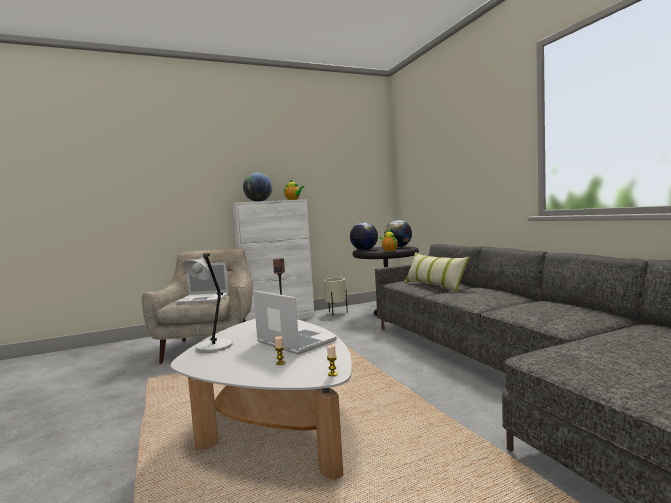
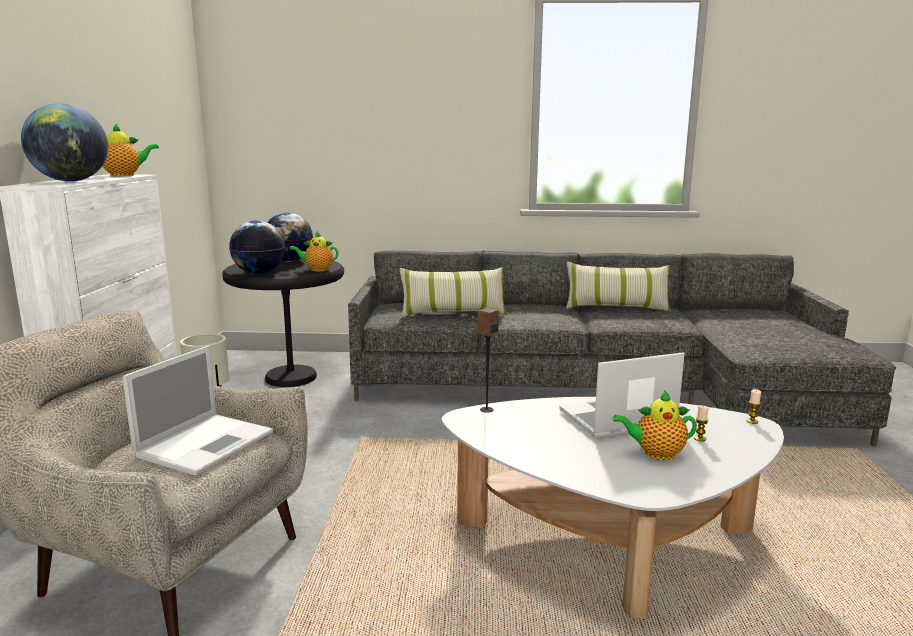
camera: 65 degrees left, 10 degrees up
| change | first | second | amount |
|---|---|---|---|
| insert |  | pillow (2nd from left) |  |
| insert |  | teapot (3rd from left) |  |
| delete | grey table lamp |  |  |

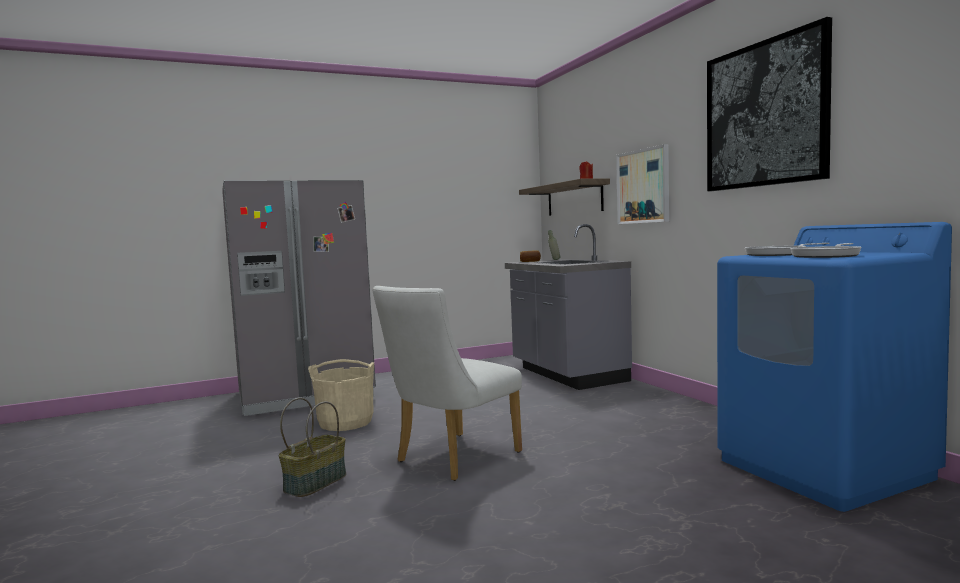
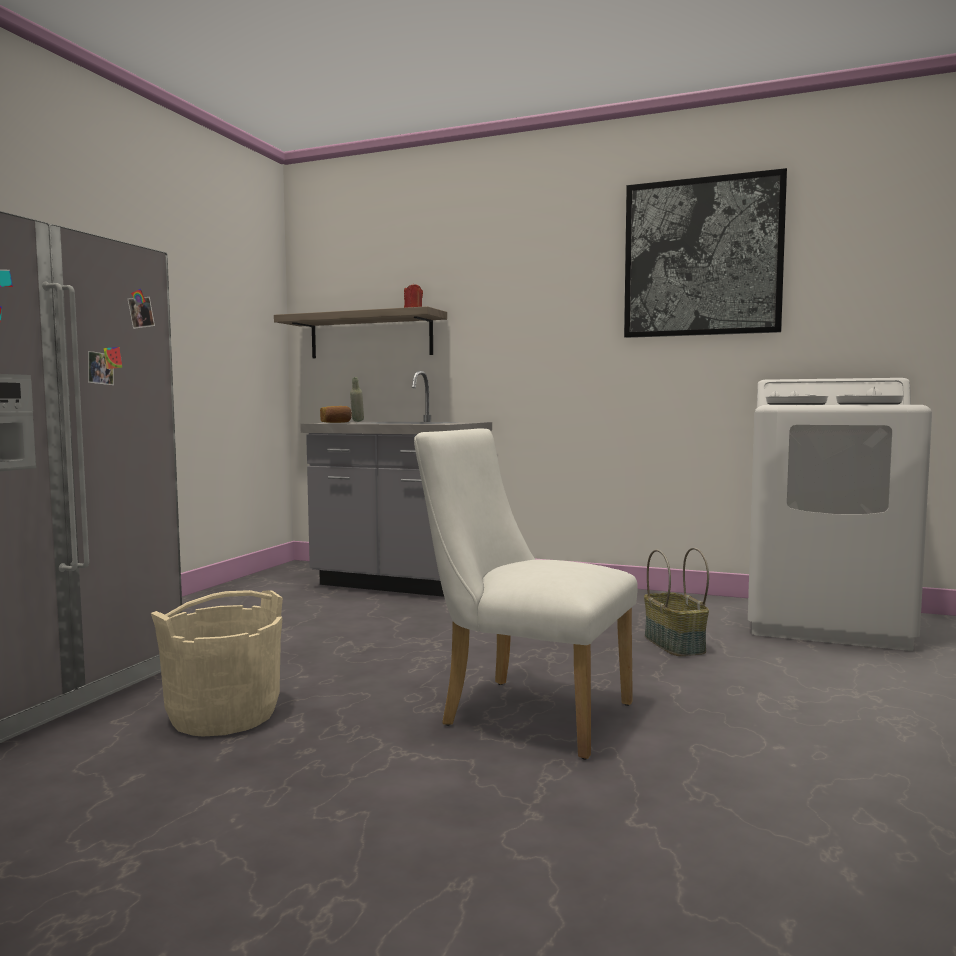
camera: 45 degrees left, 0 degrees up
| change | first | second | amount |
|---|---|---|---|
| rotate | white chair |  | 120 degrees clockwise |
| move | basket |  |  |
| recolor | blue washing machine | white washing machine |  |
| delete | picture (1st from left) |  |  |

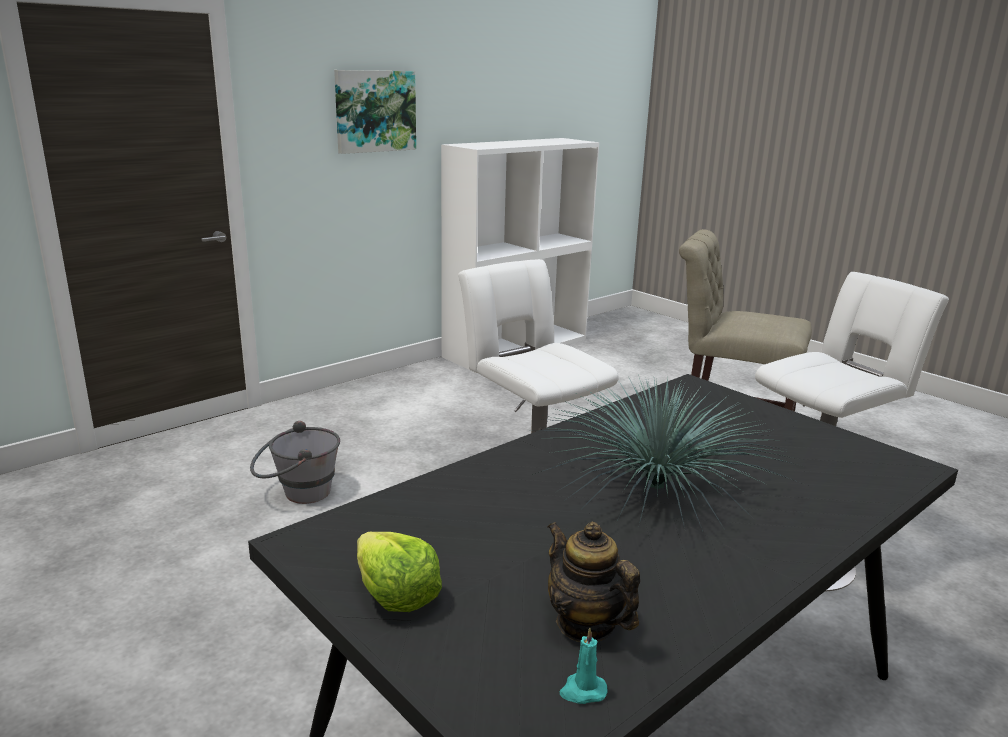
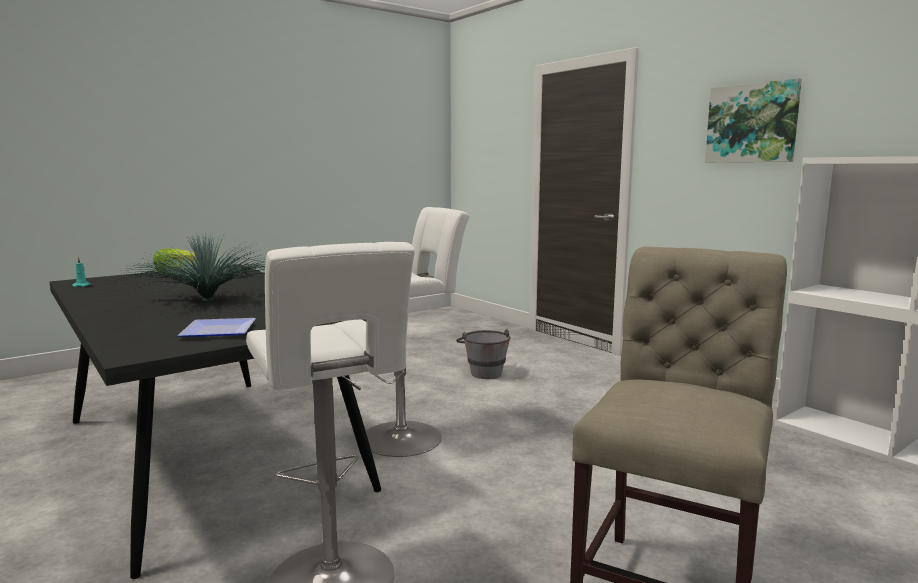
camera: 95 degrees right, 10 degrees down
| change | first | second | amount |
|---|---|---|---|
| insert |  | plate |  |
| delete | teapot |  |  |

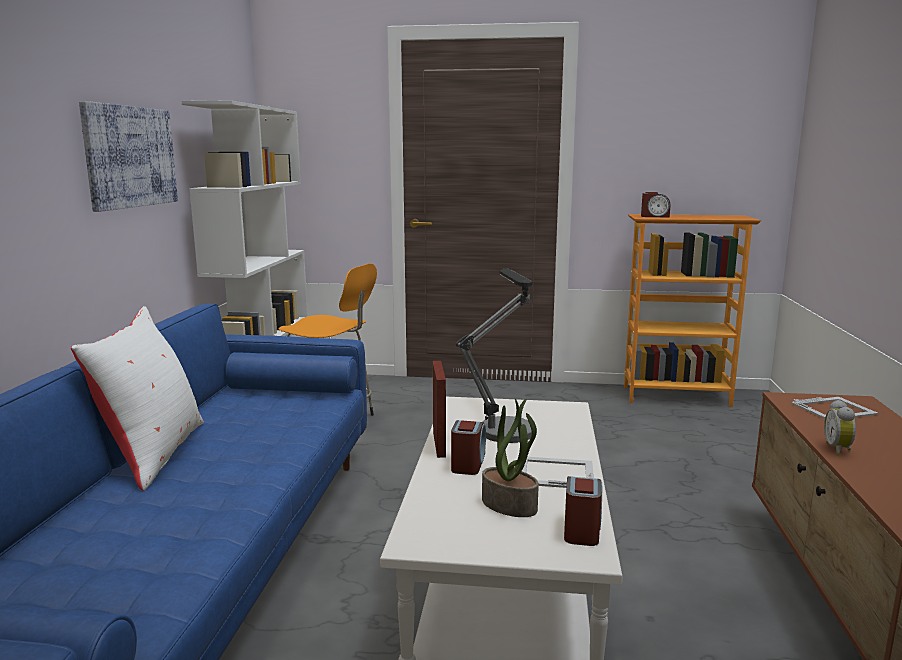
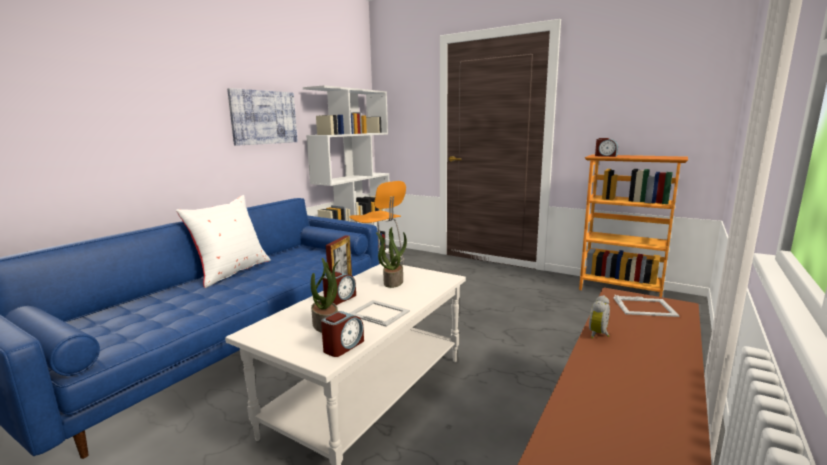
camera: 25 degrees right, 0 degrees up
| change | first | second | amount |
|---|---|---|---|
| replace | table lamp | potted plant (2nd from left) |  |

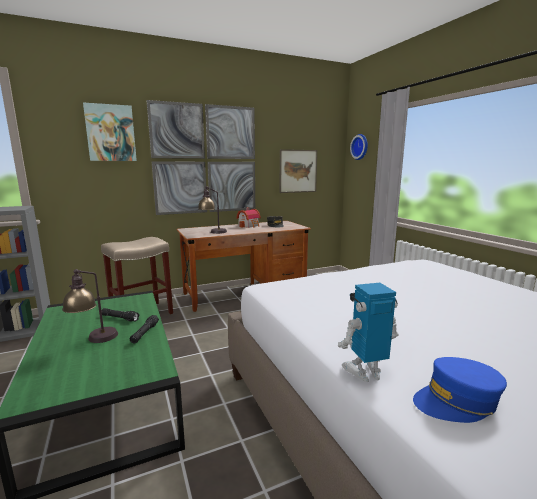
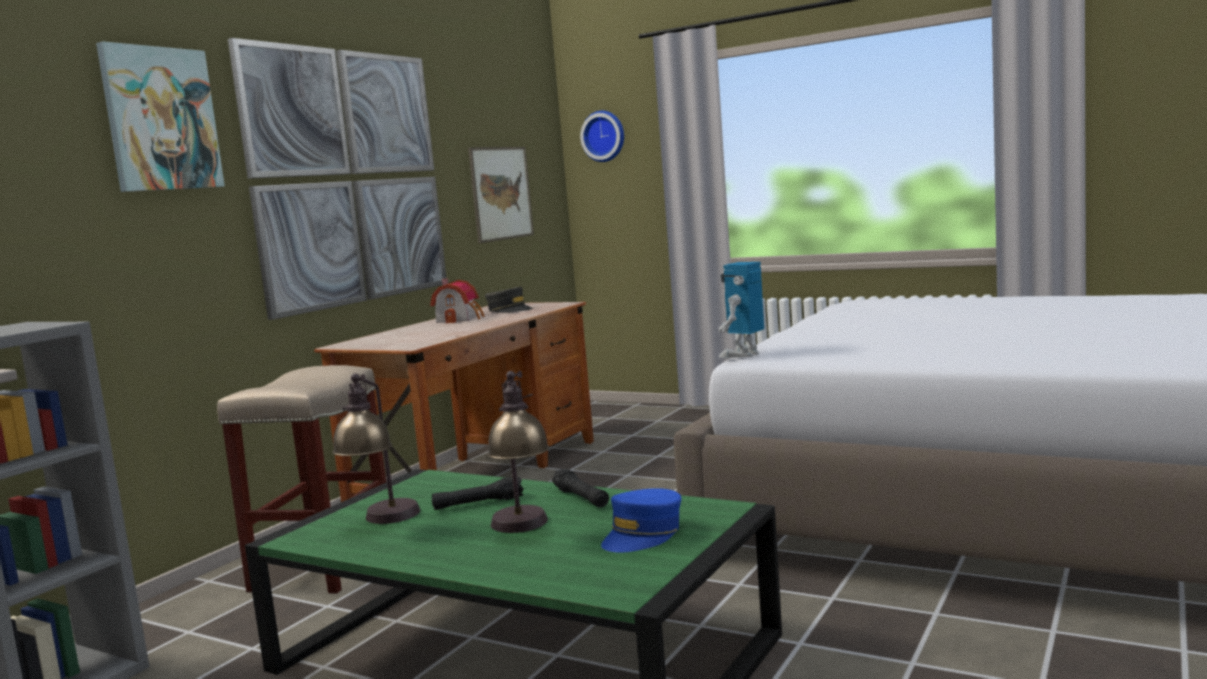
camera: 35 degrees left, 5 degrees down
| change | first | second | amount |
|---|---|---|---|
| move | table lamp (2nd from left in the first image) | table lamp (1st from left) |  |
| move | blue cap |  |  |
| move | toy robot |  |  |

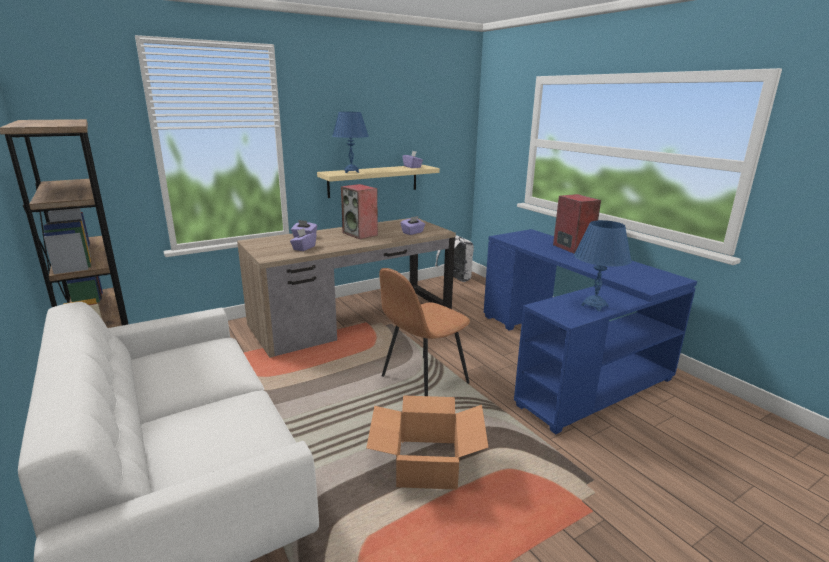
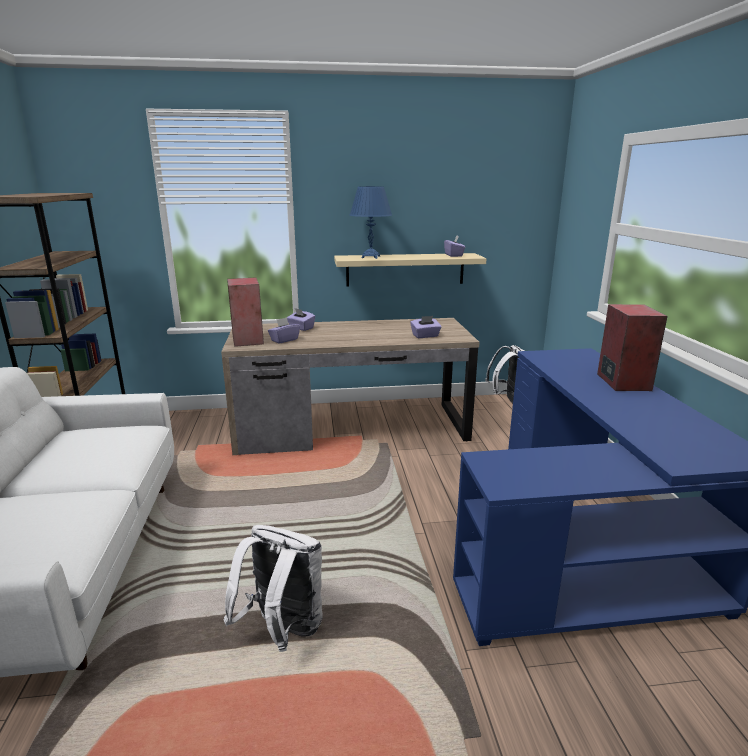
camera: 25 degrees right, 0 degrees up
| change | first | second | amount |
|---|---|---|---|
| replace | cardboard box | white backpack (1st from left) |  |
| move | speaker (1st from left) |  |  |
| delete | brown chair |  |  |
| delete | blue table lamp (2nd from left) |  |  |

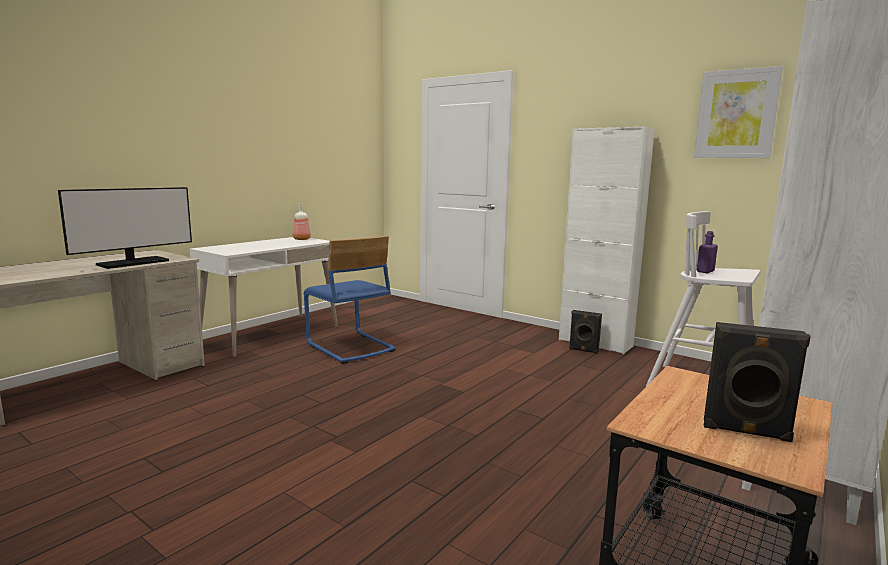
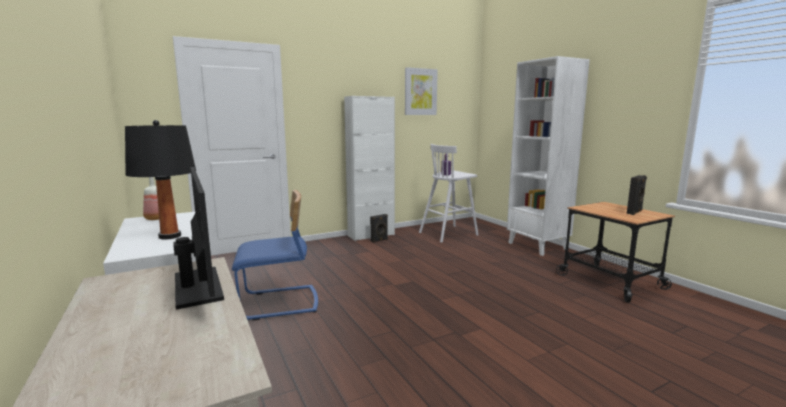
camera: 65 degrees left, 0 degrees up
| change | first | second | amount |
|---|---|---|---|
| insert |  | black table lamp |  |

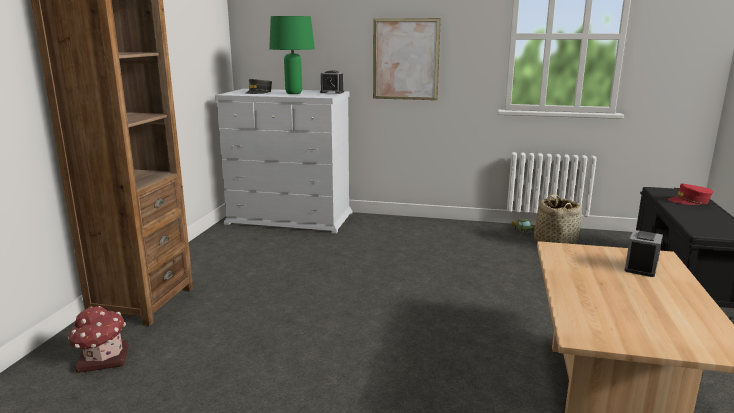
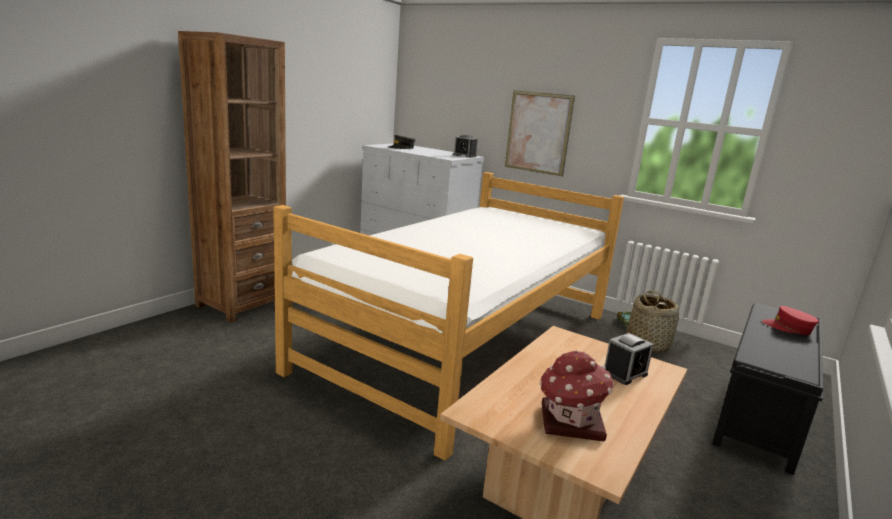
camera: 20 degrees right, 0 degrees up
| change | first | second | amount |
|---|---|---|---|
| insert |  | bed |  |
| move | toy house |  |  |
| delete | green table lamp |  |  |

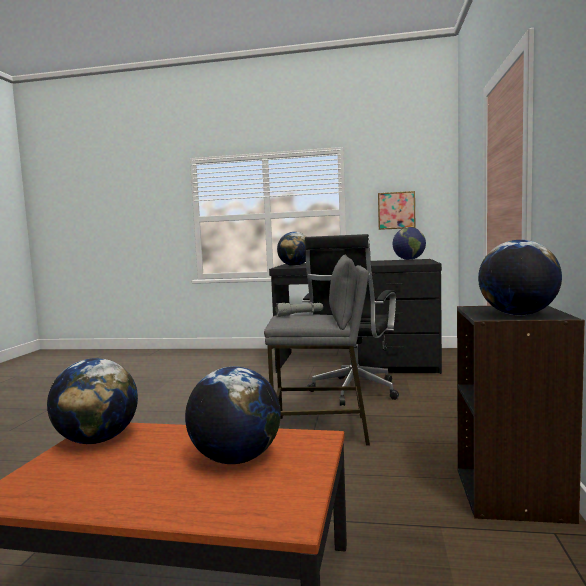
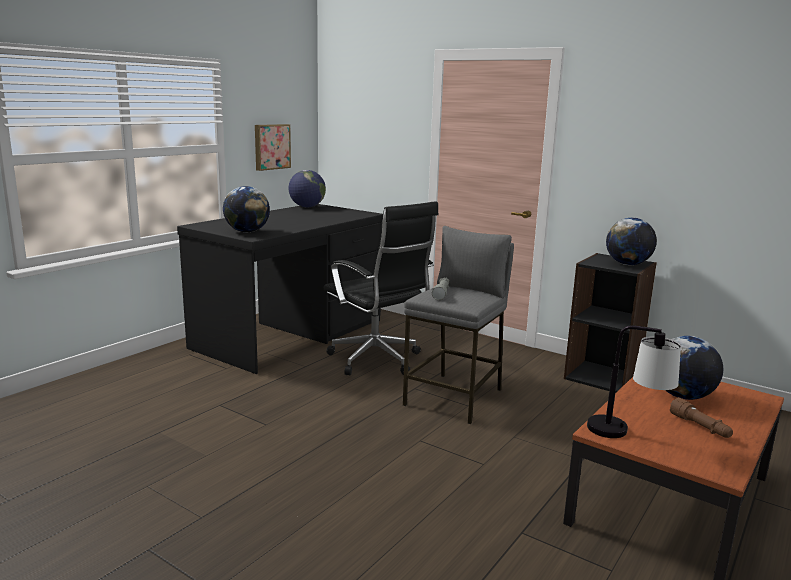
camera: 65 degrees left, 10 degrees up
| change | first | second | amount |
|---|---|---|---|
| replace | globe (1st from left) | table lamp |  |
| insert |  | brown flashlight |  |

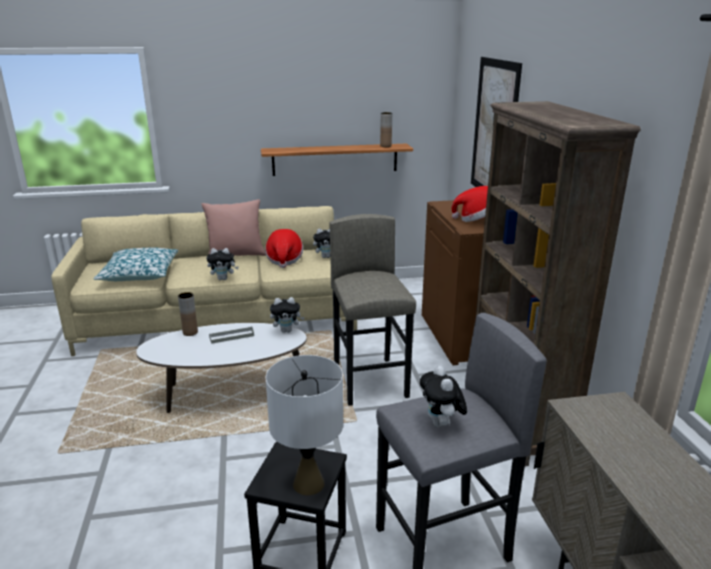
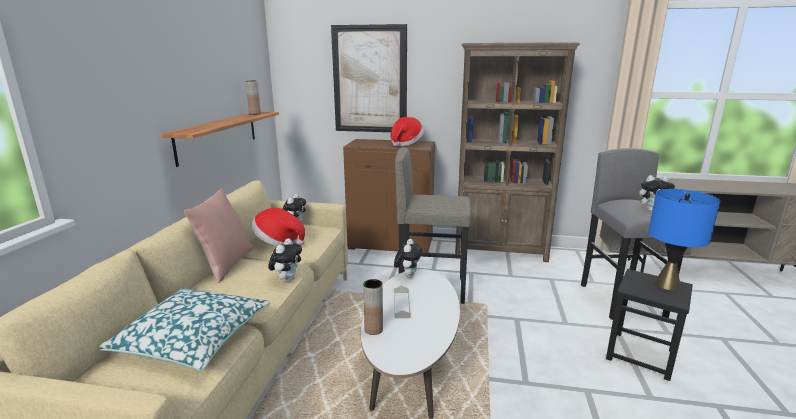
camera: 70 degrees left, 5 degrees down
| change | first | second | amount |
|---|---|---|---|
| recolor | white table lamp | blue table lamp |  |

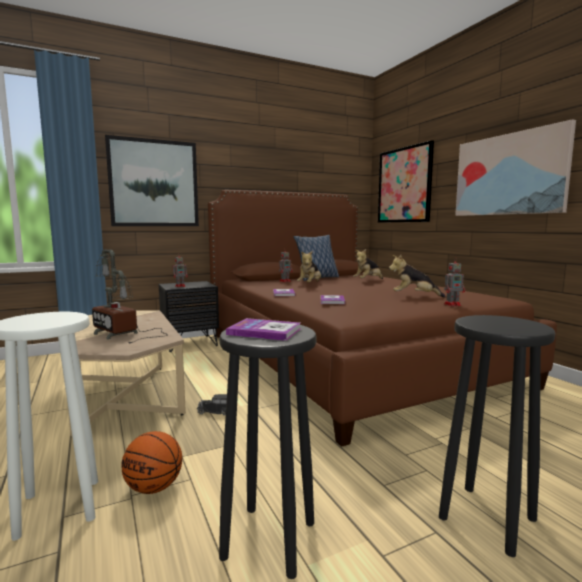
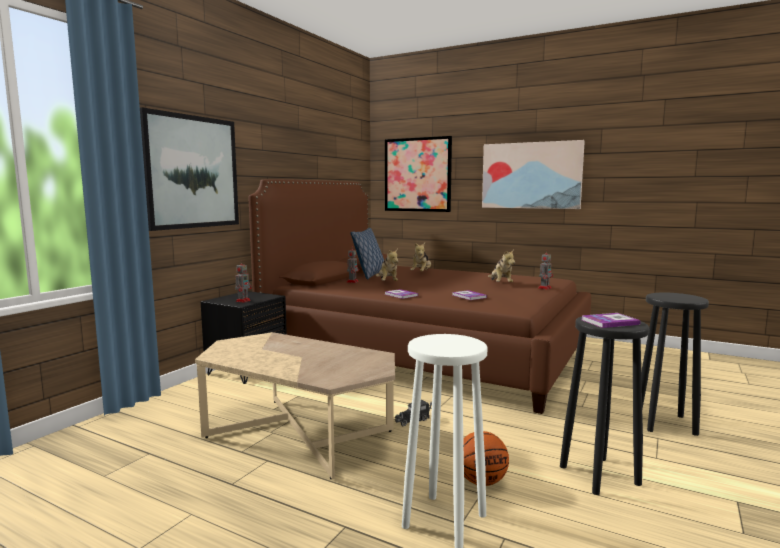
camera: 35 degrees left, 0 degrees up
| change | first | second | amount |
|---|---|---|---|
| rotate | plush toy (3rd from left) |  | 75 degrees counterclockwise |
| delete | table lamp |  |  |

